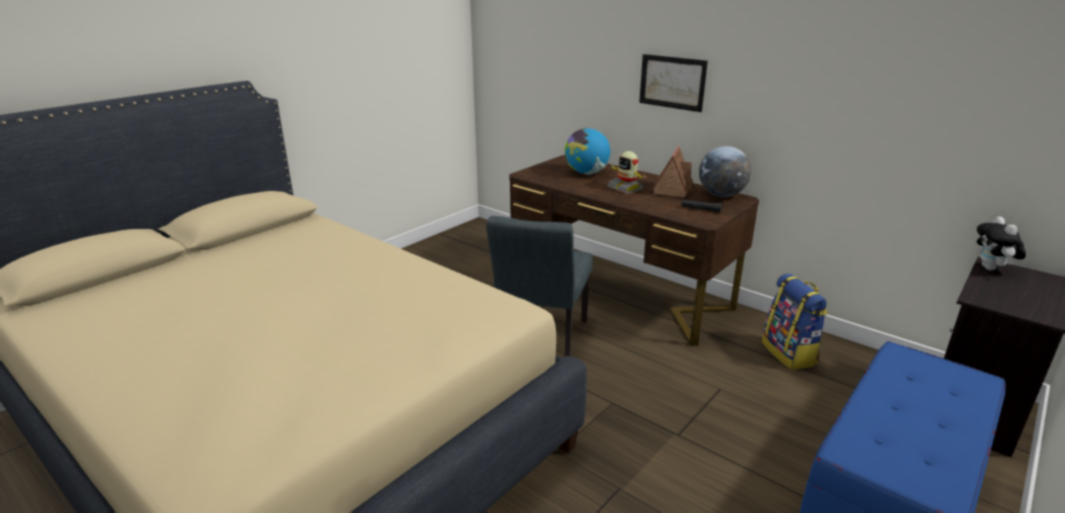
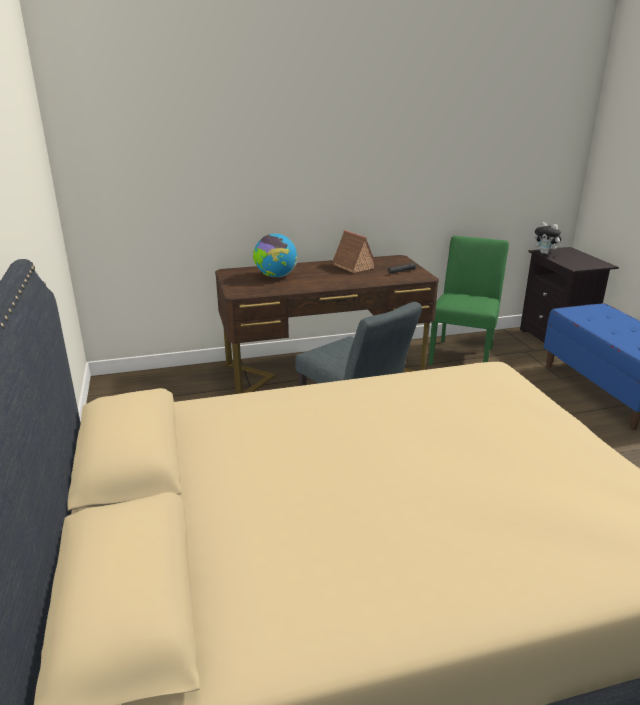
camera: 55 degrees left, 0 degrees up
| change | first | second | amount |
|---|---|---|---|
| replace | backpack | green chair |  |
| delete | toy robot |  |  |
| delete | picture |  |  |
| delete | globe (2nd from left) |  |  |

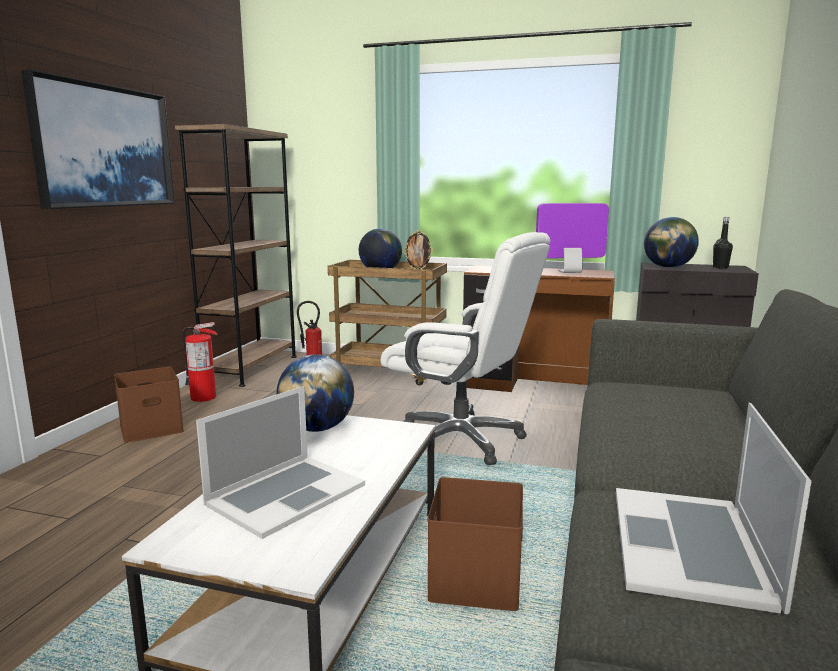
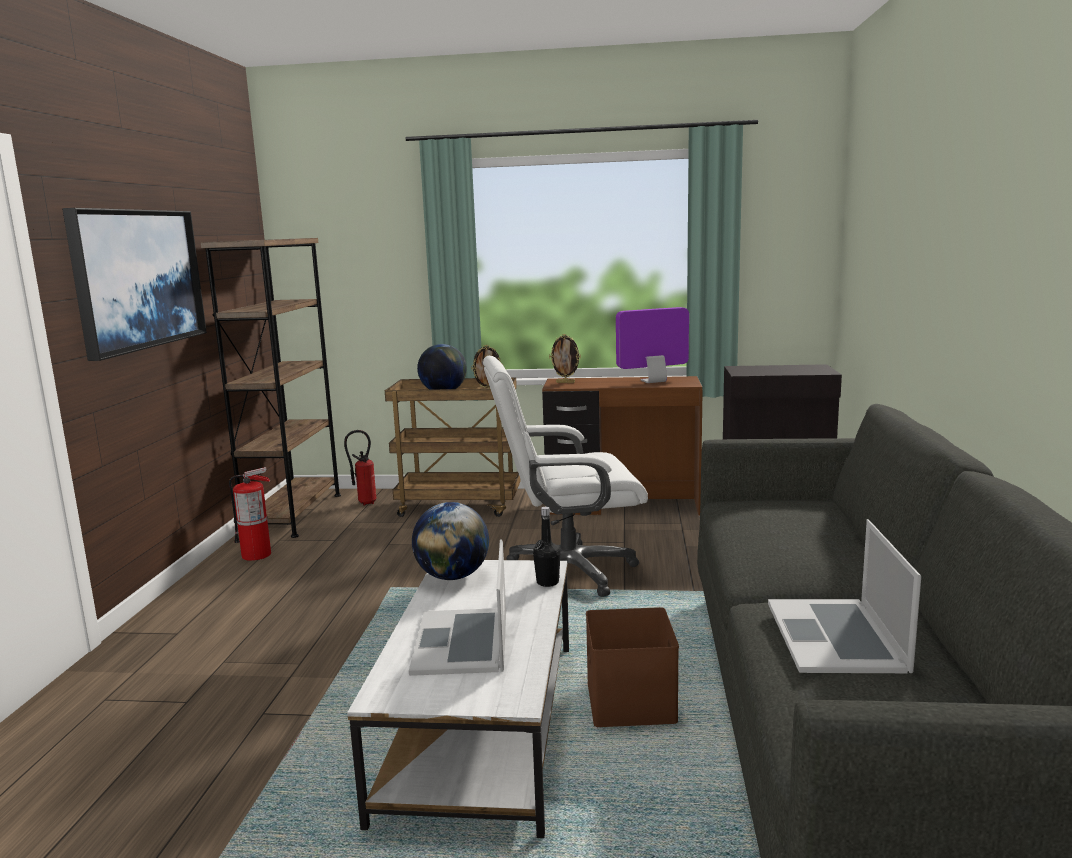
camera: 10 degrees left, 0 degrees up
| change | first | second | amount |
|---|---|---|---|
| rotate | laptop (1st from left) |  | 150 degrees clockwise |
| rotate | white office chair |  | 150 degrees clockwise |
| move | black bottle |  |  |
| insert |  | picture frame (2nd from left) |  |
| delete | brown storage box (1st from left) |  |  |
| delete | globe (3rd from left) |  |  |

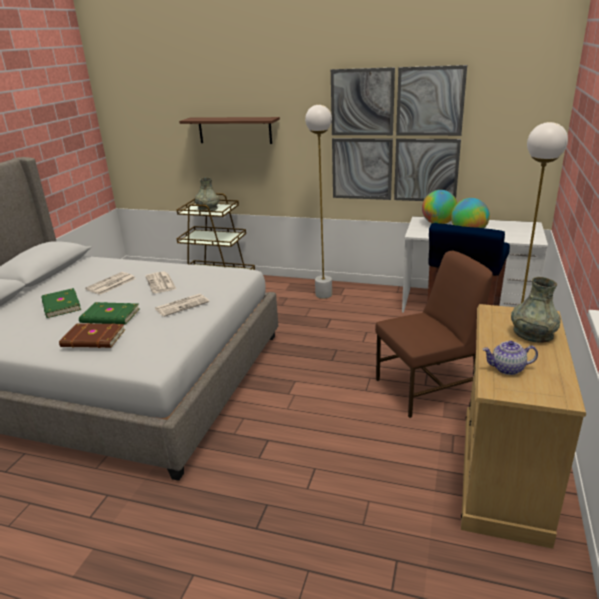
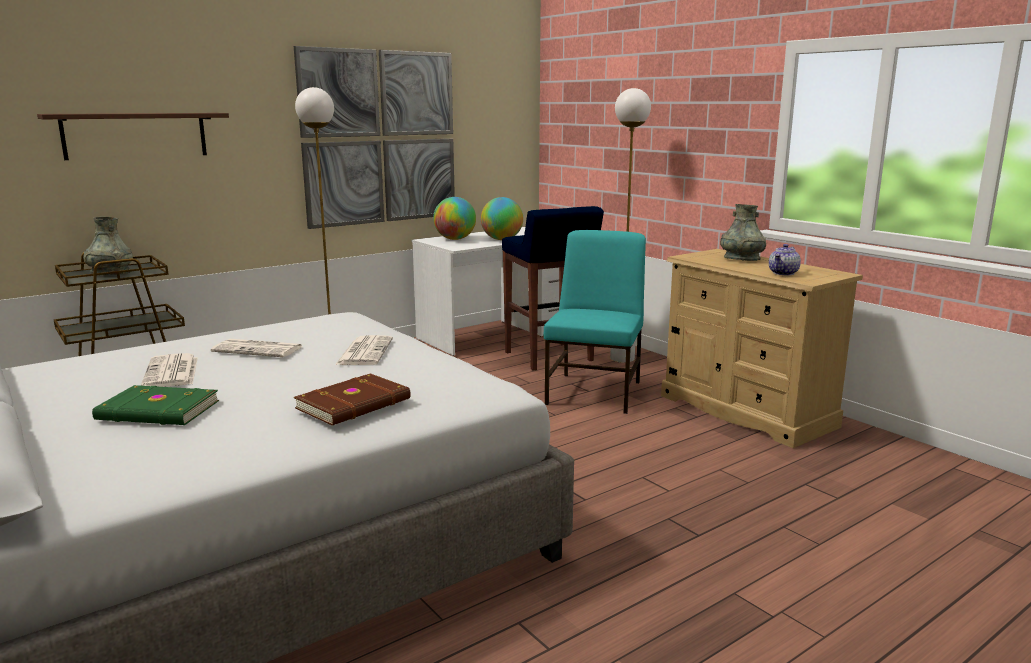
camera: 55 degrees left, 10 degrees down
| change | first | second | amount |
|---|---|---|---|
| recolor | brown chair | turquoise chair |  |
| delete | green book (2nd from left) |  |  |

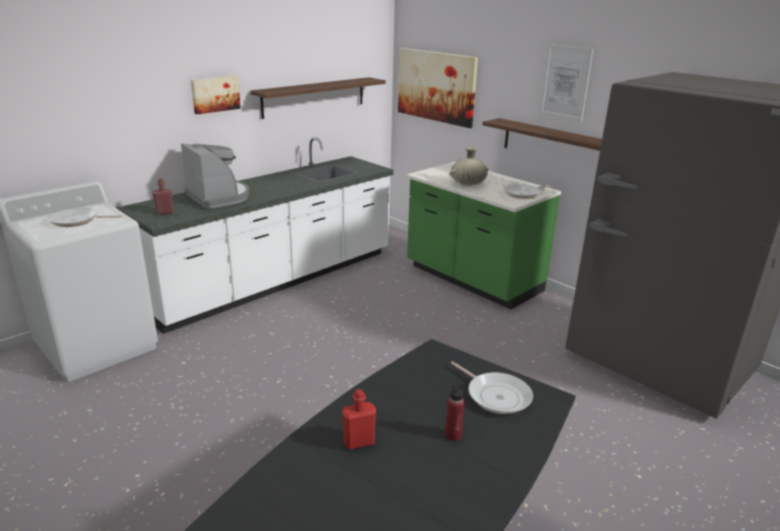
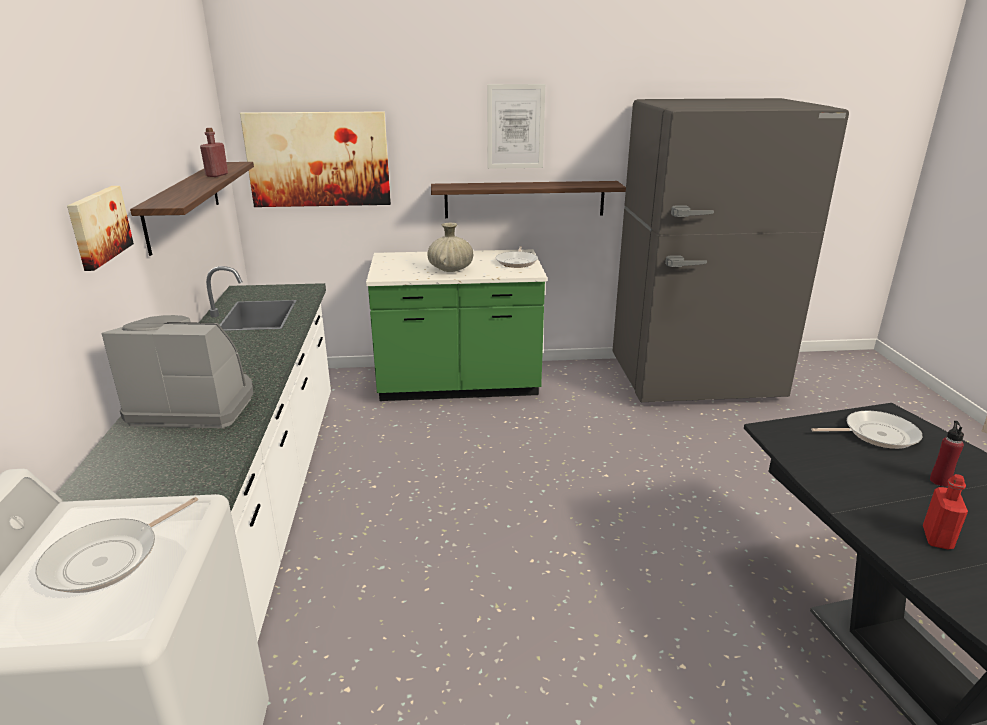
camera: 50 degrees left, 0 degrees up
| change | first | second | amount |
|---|---|---|---|
| move | red bottle (1st from left) |  |  |

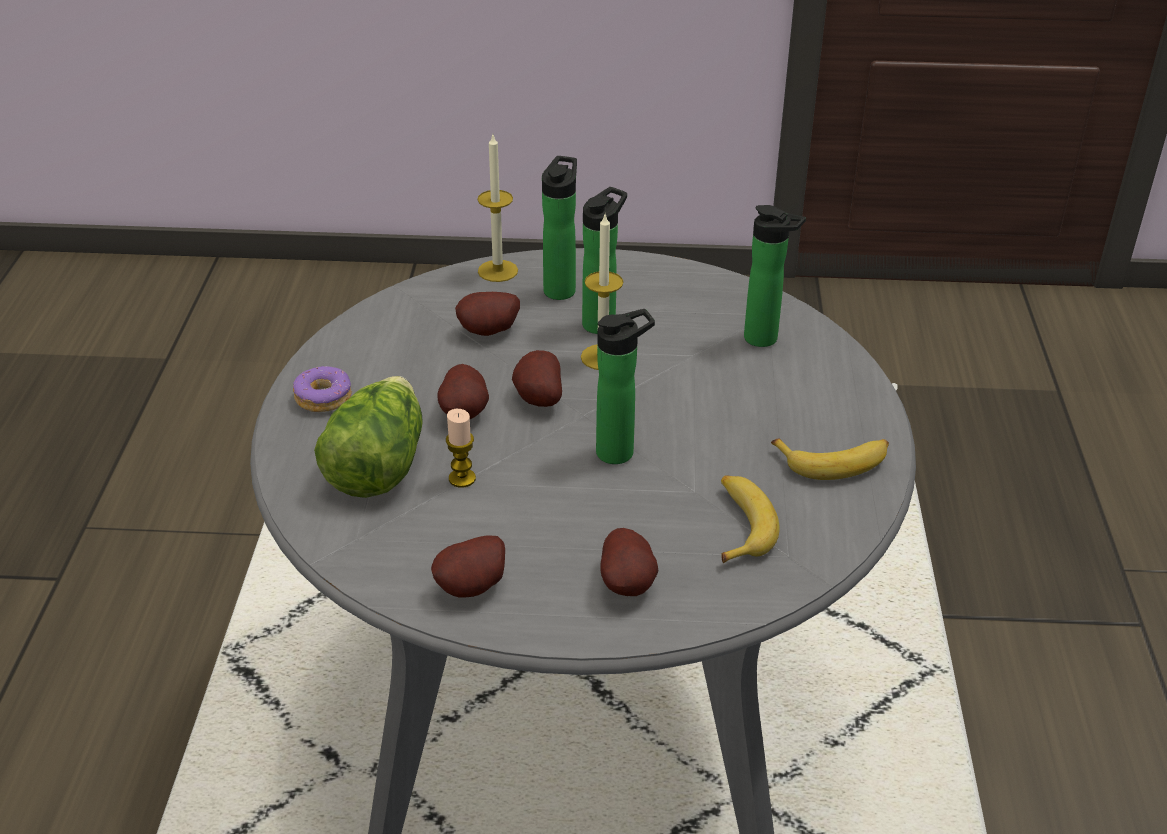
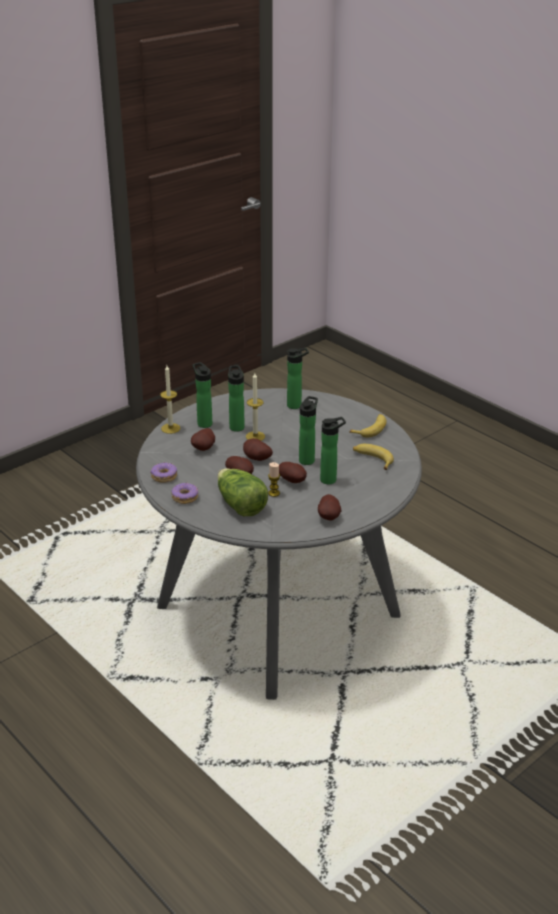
camera: 45 degrees left, 5 degrees down
| change | first | second | amount |
|---|---|---|---|
| insert |  | donut (1st from left) |  |
| move | potato (5th from left in the first image) | potato (4th from left) |  |
| insert |  | bottle (5th from left) |  |

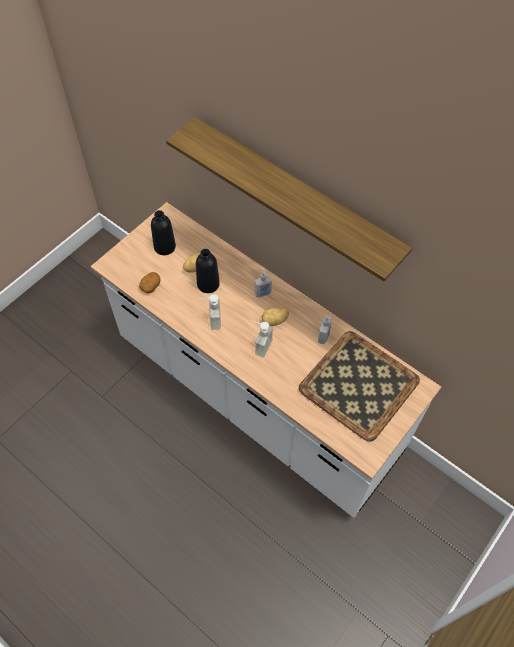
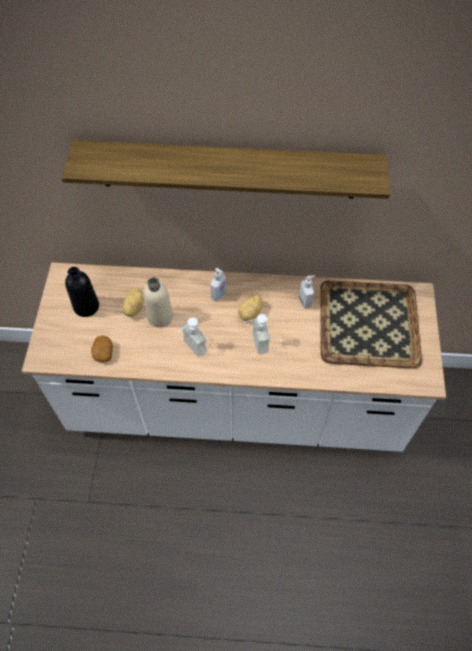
camera: 35 degrees left, 0 degrees up
| change | first | second | amount |
|---|---|---|---|
| recolor | black bottle (2nd from left) | beige bottle |  |

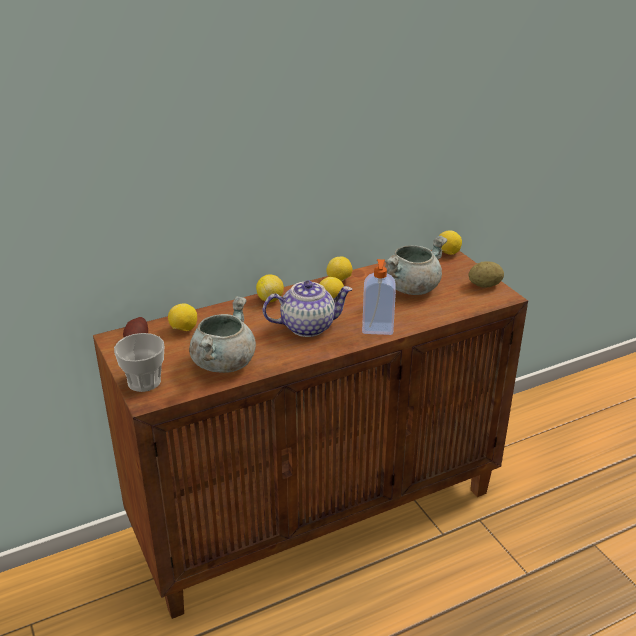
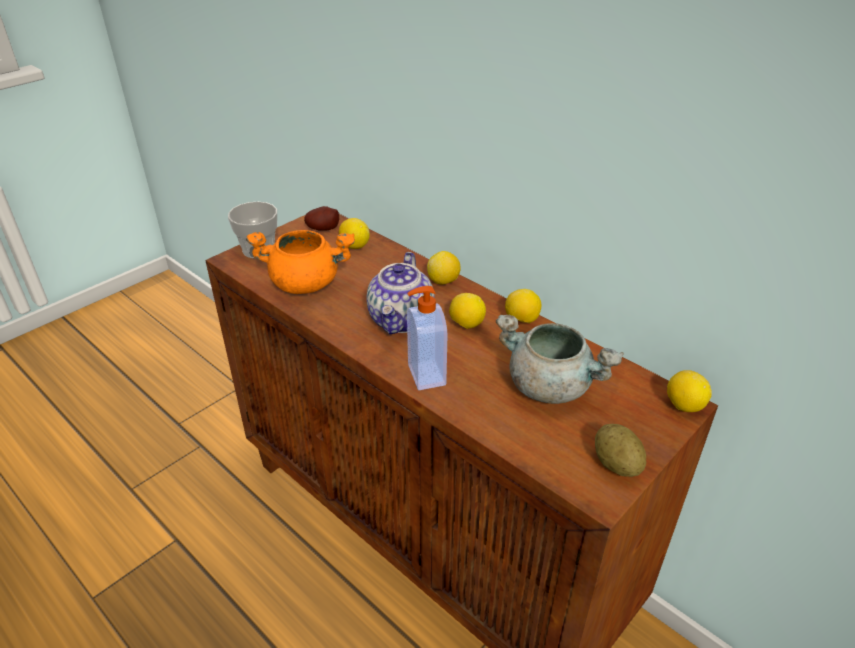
camera: 70 degrees right, 5 degrees up
| change | first | second | amount |
|---|---|---|---|
| recolor | grey cooking pot (1st from left) | orange cooking pot |  |
| rotate | teapot |  | 45 degrees clockwise |

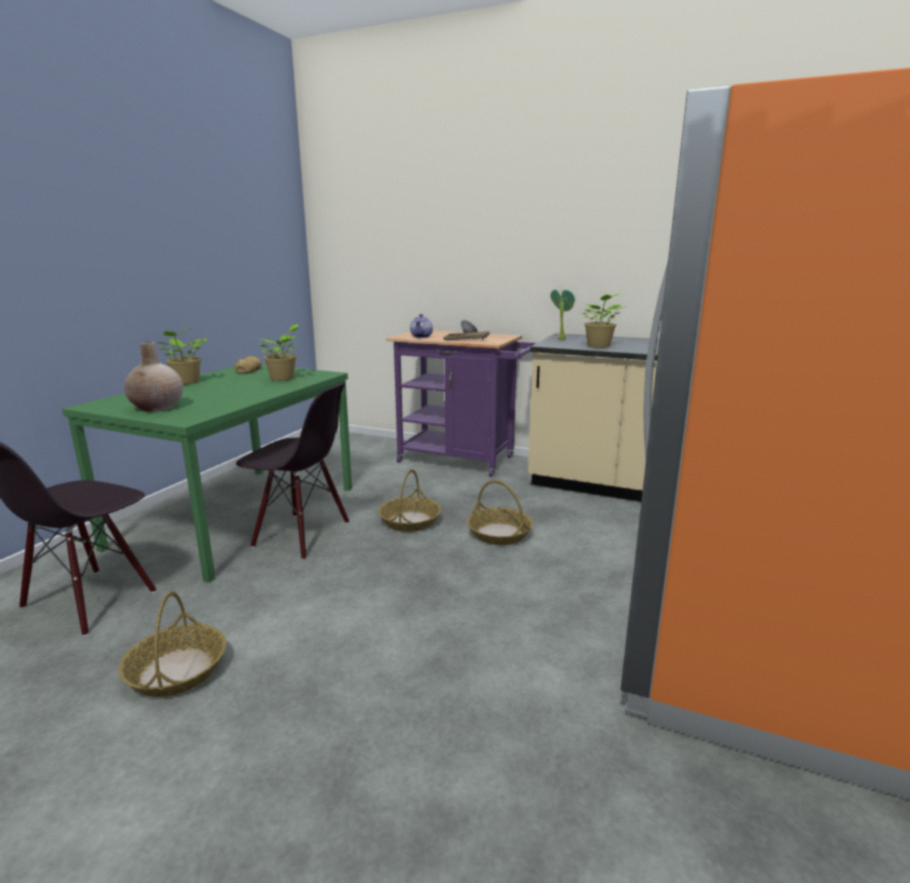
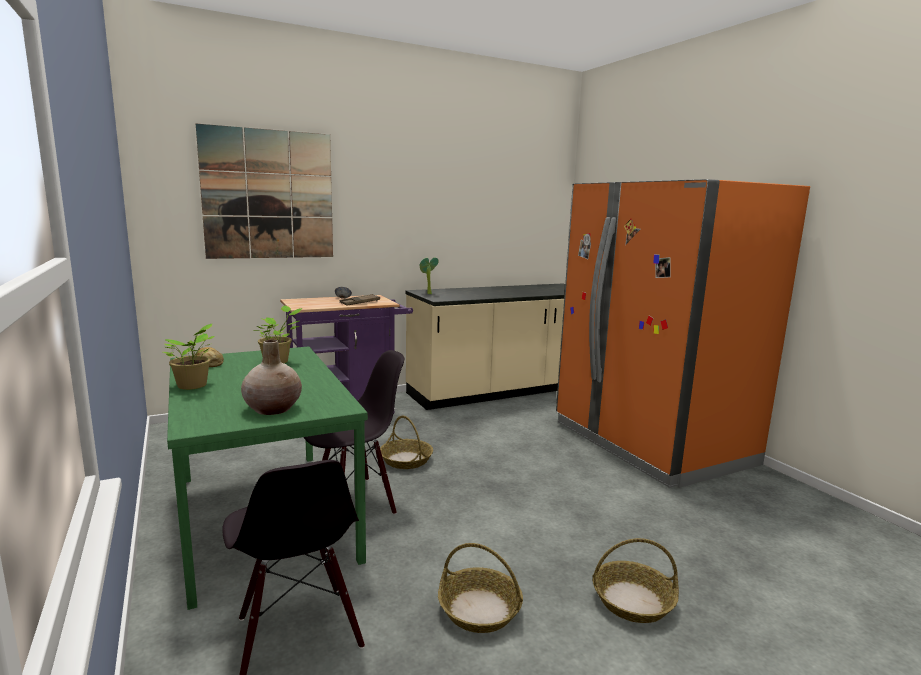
camera: 50 degrees left, 5 degrees down
| change | first | second | amount |
|---|---|---|---|
| insert |  | picture |  |
| move | basket (3rd from left) |  |  |
| delete | teapot |  |  |
| delete | potted plant (4th from left) |  |  |

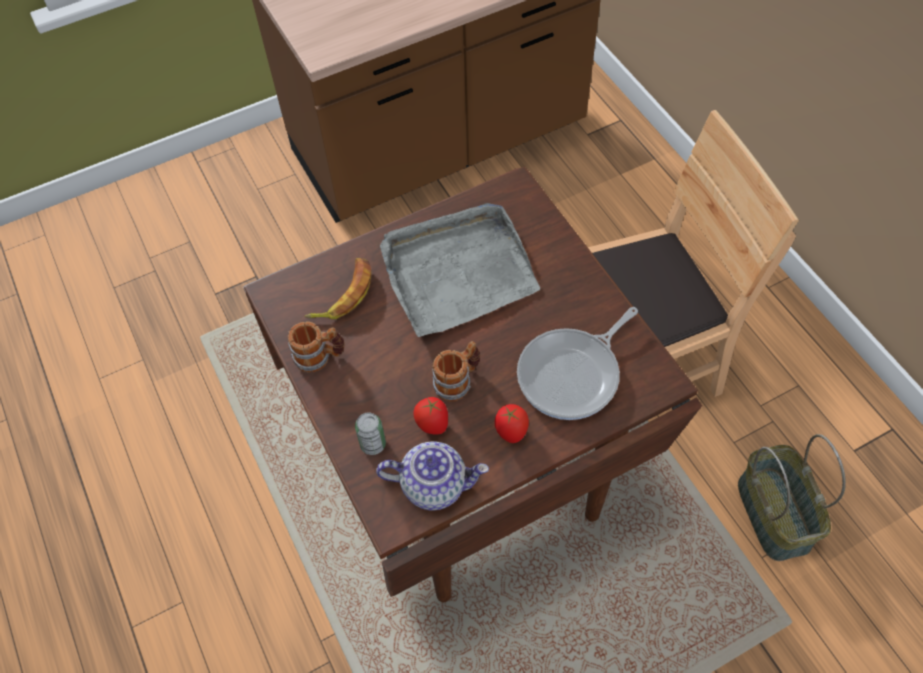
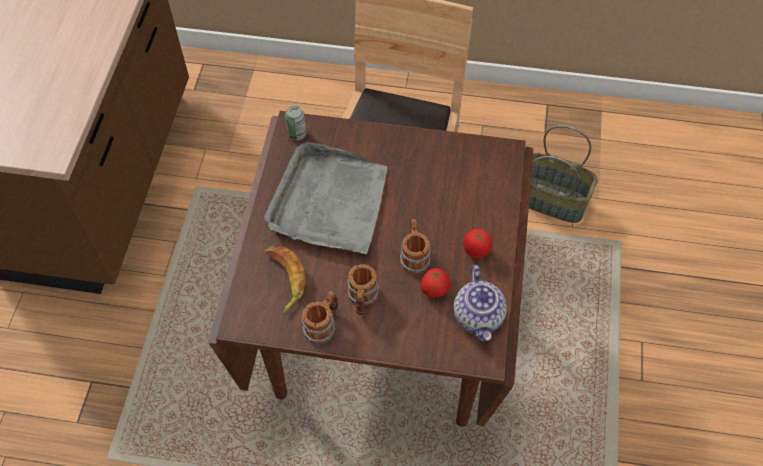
camera: 55 degrees left, 0 degrees up
| change | first | second | amount |
|---|---|---|---|
| move | can |  |  |
| insert |  | mug (2nd from left) |  |
| rotate | teapot |  | 135 degrees clockwise |
| delete | frying pan |  |  |

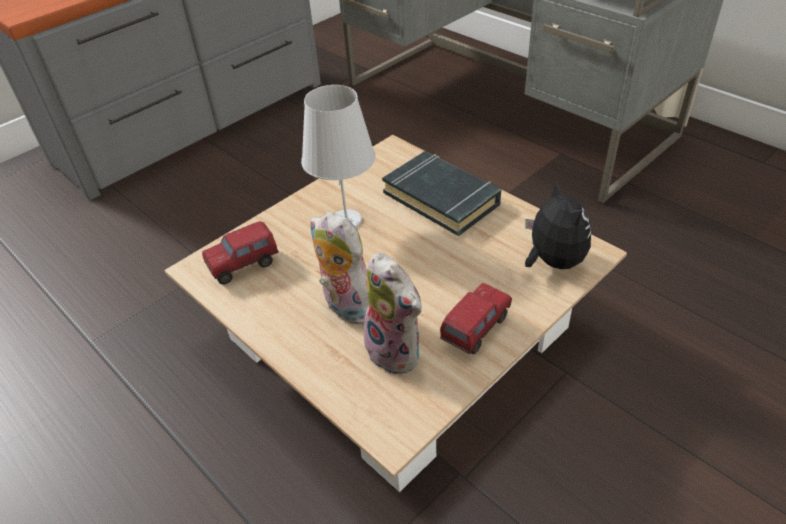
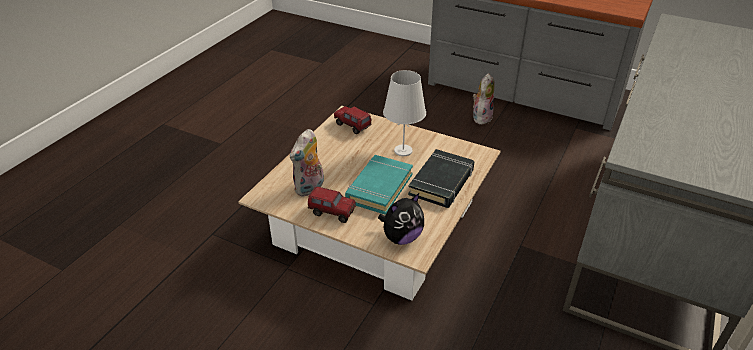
camera: 70 degrees right, 5 degrees down
| change | first | second | amount |
|---|---|---|---|
| insert |  | turquoise book |  |
| move | plush toy (1st from left in the first image) | plush toy (3rd from left) |  |

